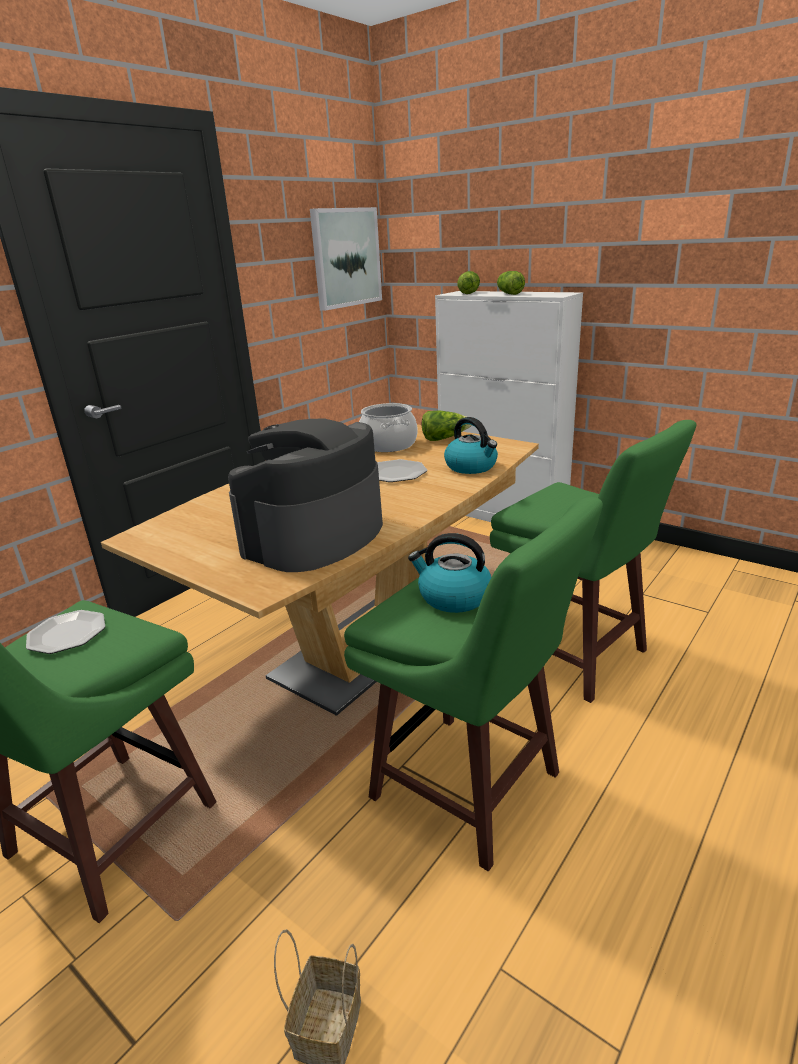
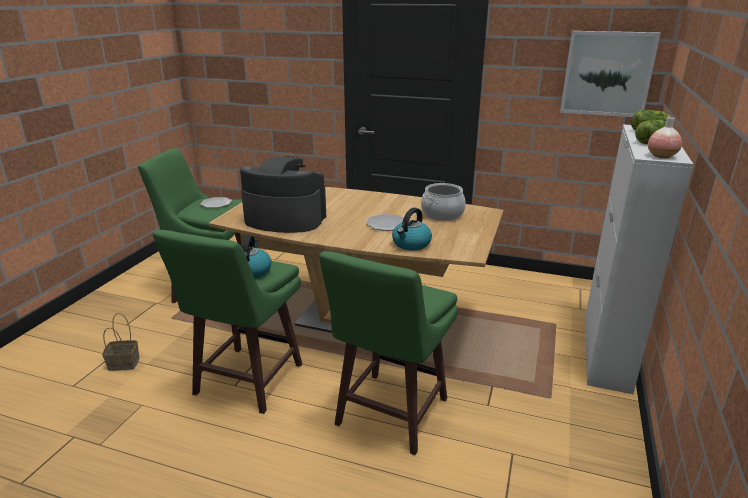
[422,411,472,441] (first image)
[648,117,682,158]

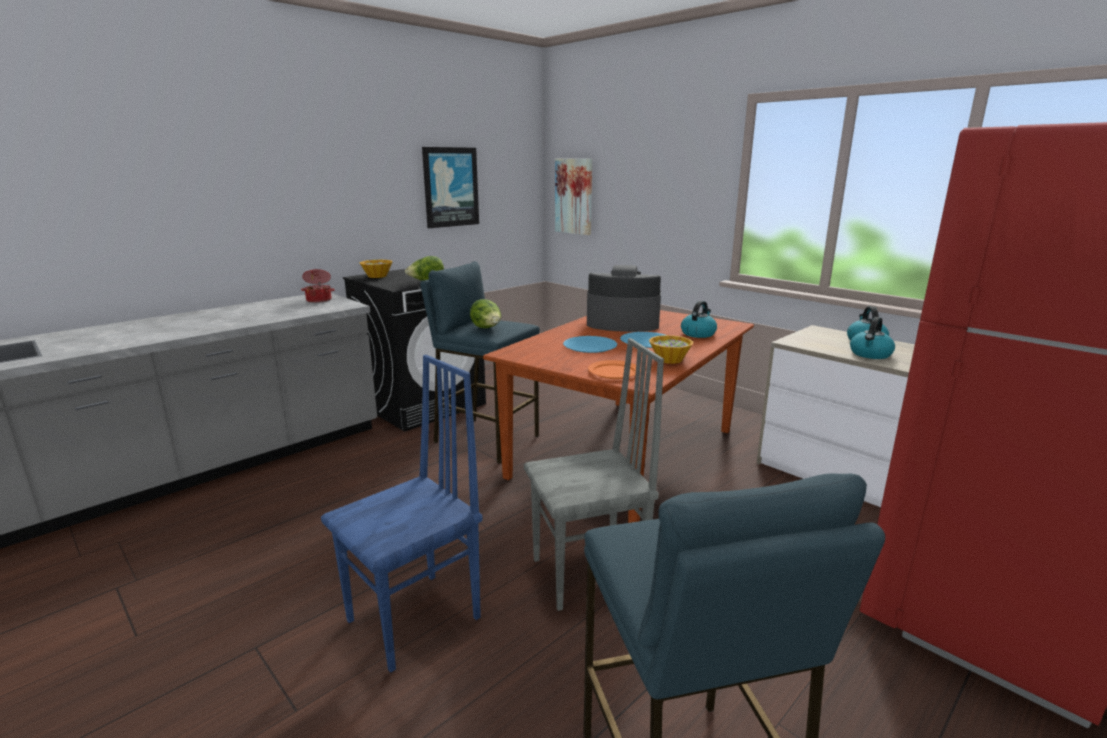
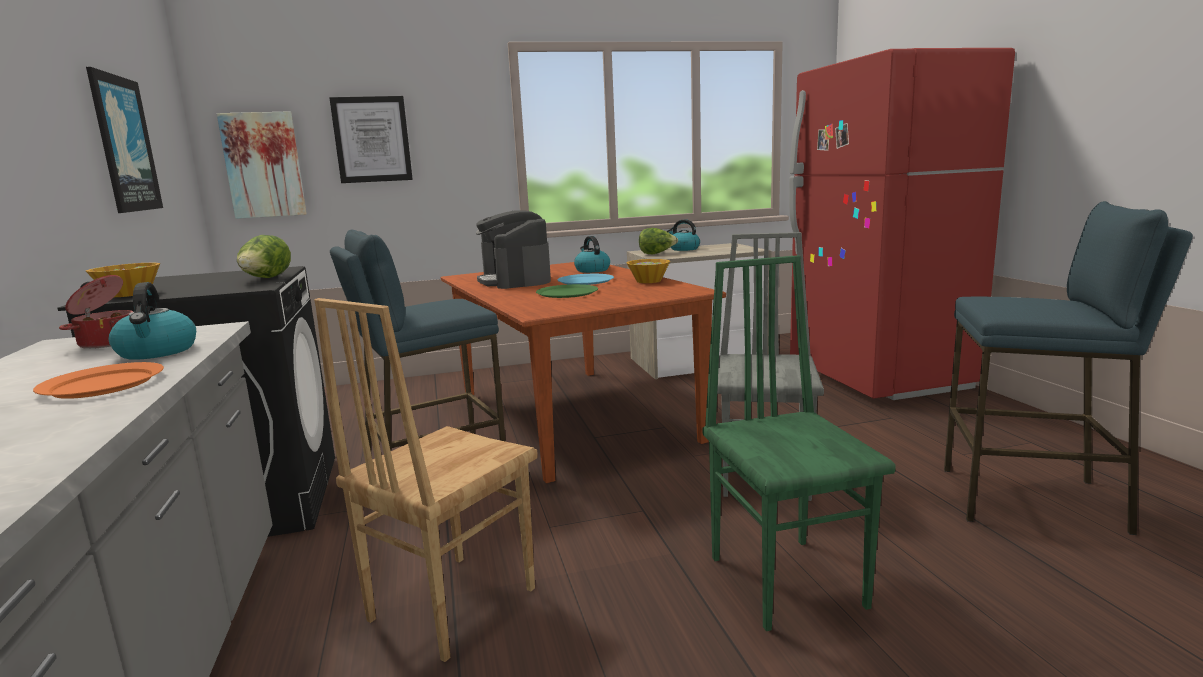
[314,298,538,662]
[329,96,413,183]
[639,228,678,254]
[33,362,164,399]
[108,282,196,360]
[703,255,896,631]
[536,284,598,298]
[476,210,551,289]

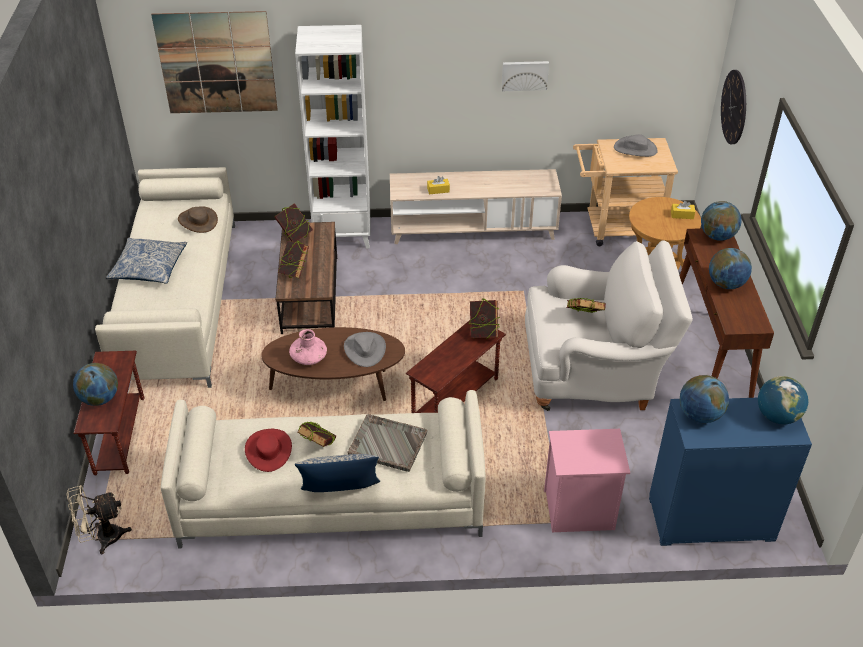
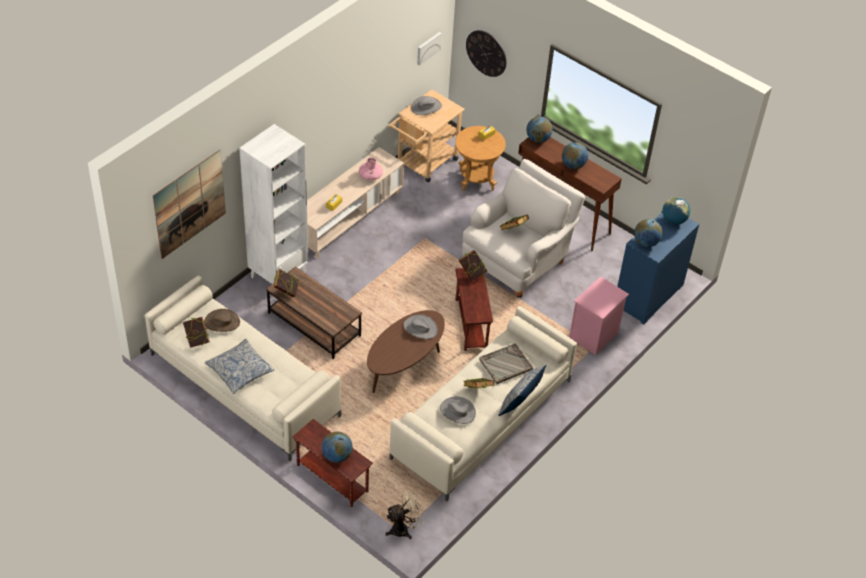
[183,317,210,348]
[359,157,383,180]
[417,32,442,66]
[440,396,476,424]
[385,490,424,539]

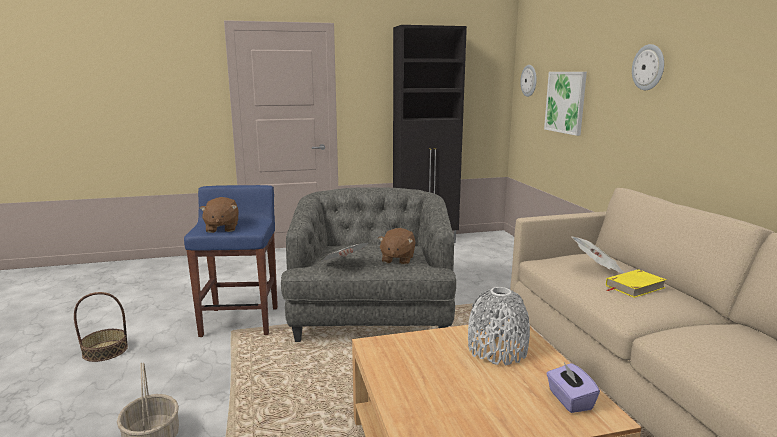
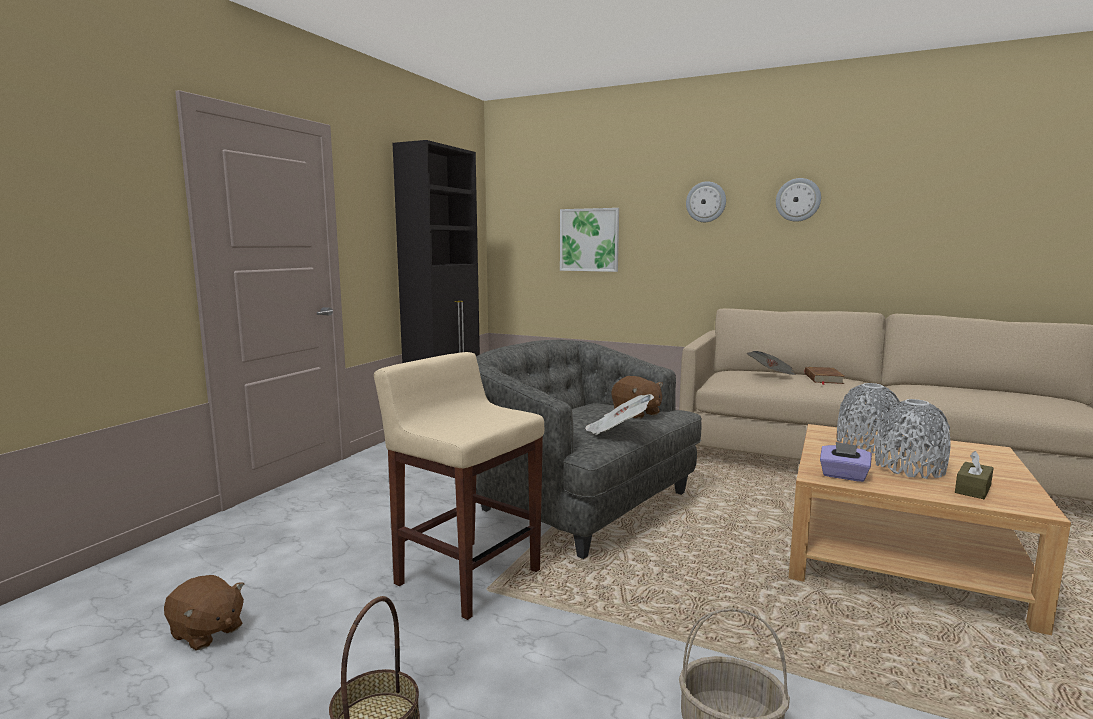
[875,399,950,479]
[955,451,993,499]
[164,575,244,651]
[776,178,821,222]
[820,442,872,482]
[374,352,544,620]
[805,367,845,385]

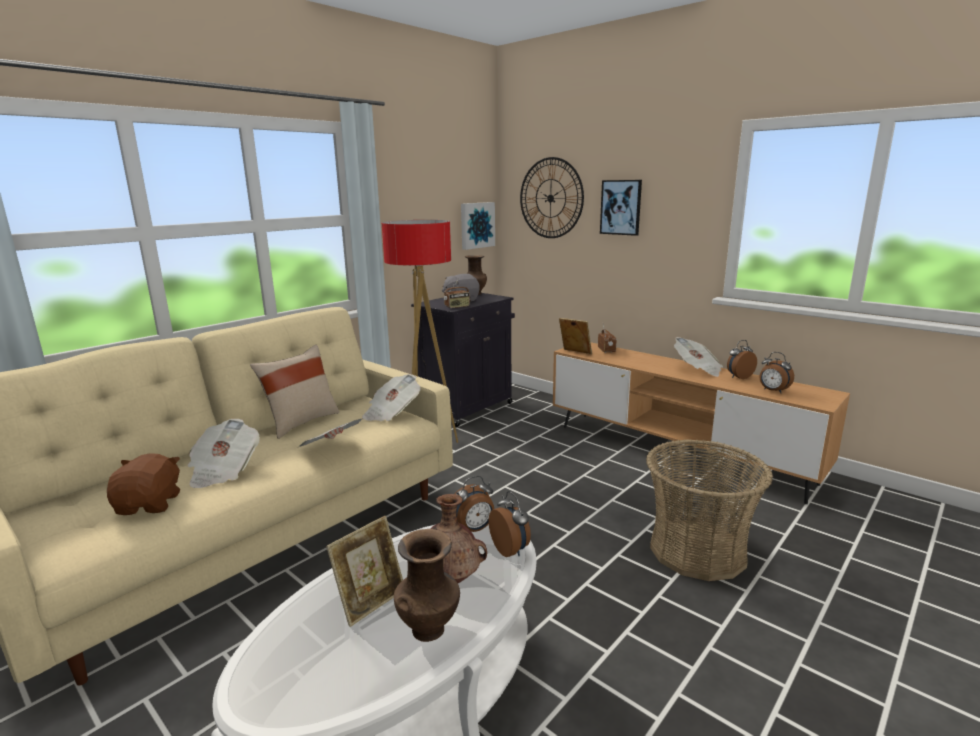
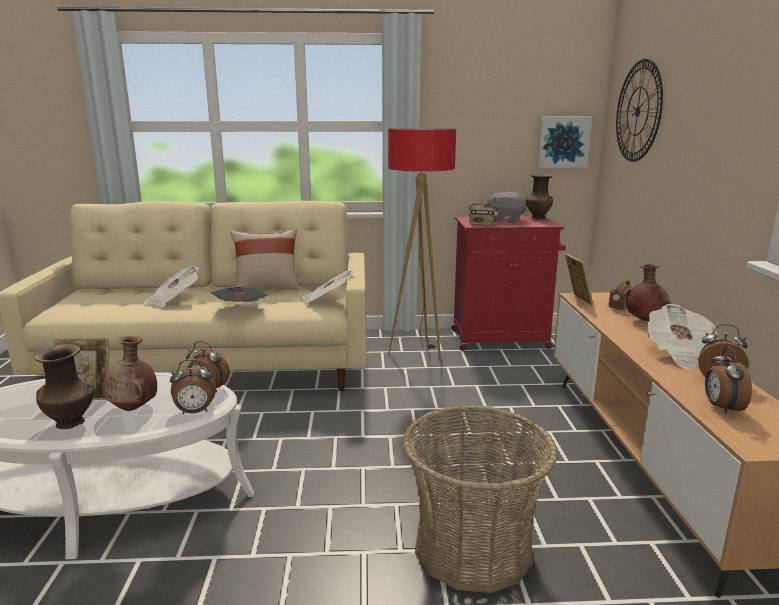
[107,453,180,515] (first image)
[600,180,642,236] (first image)
[626,263,671,321]
[451,216,566,351]
[170,359,216,414]

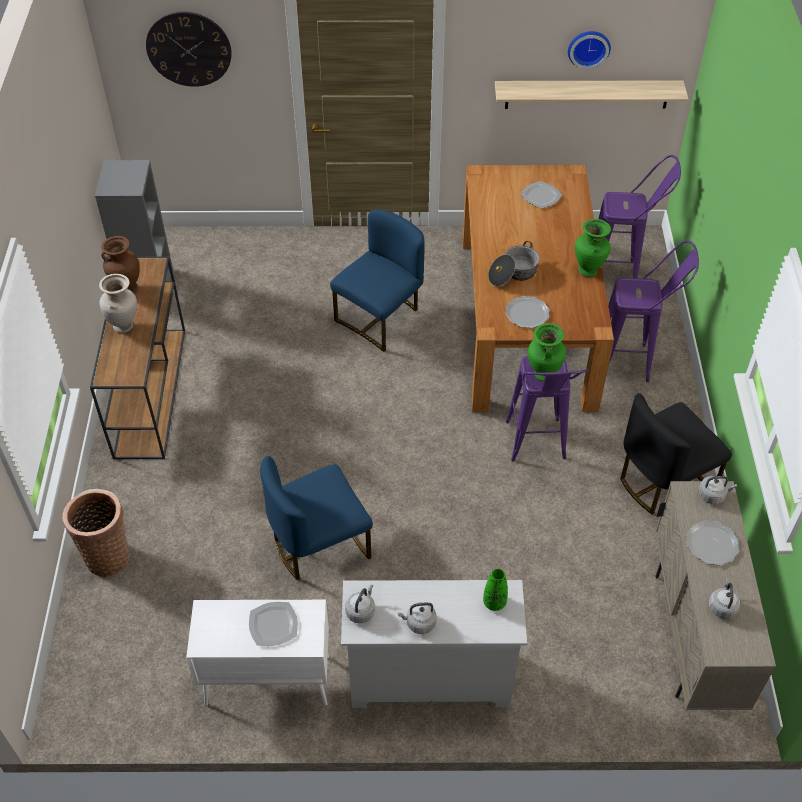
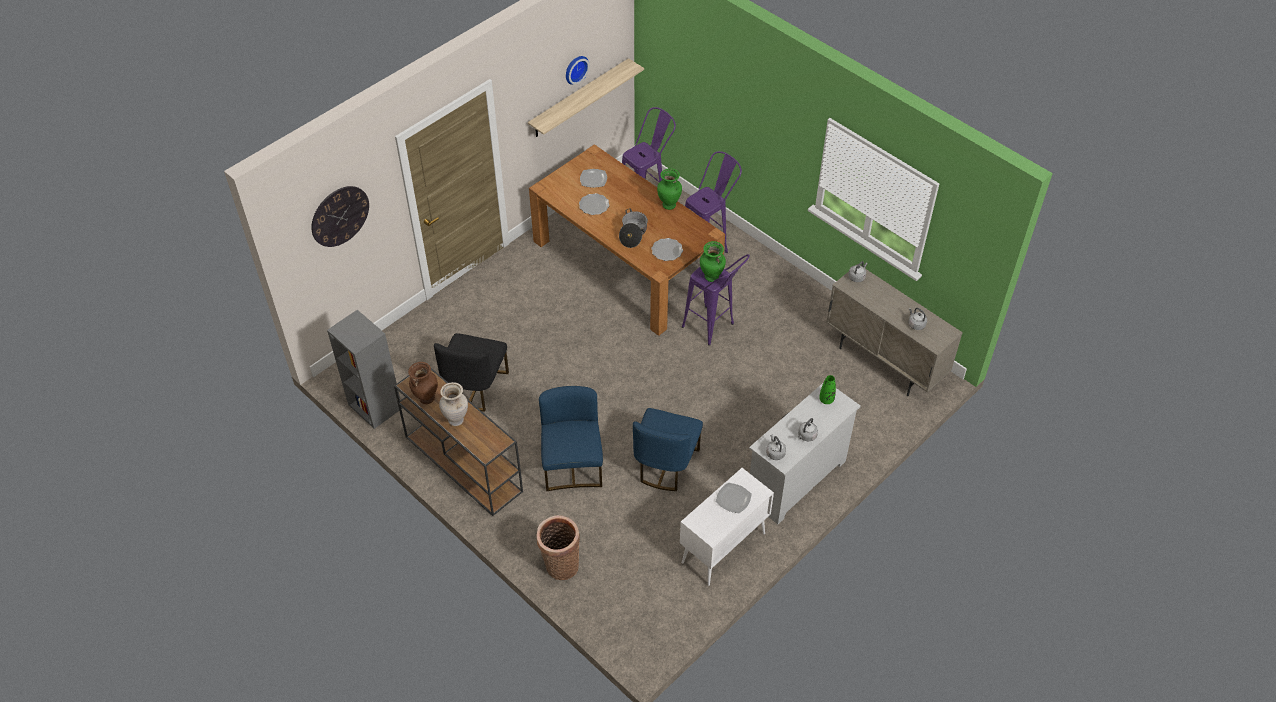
[539,386,603,491]
[434,333,509,411]
[579,193,610,215]

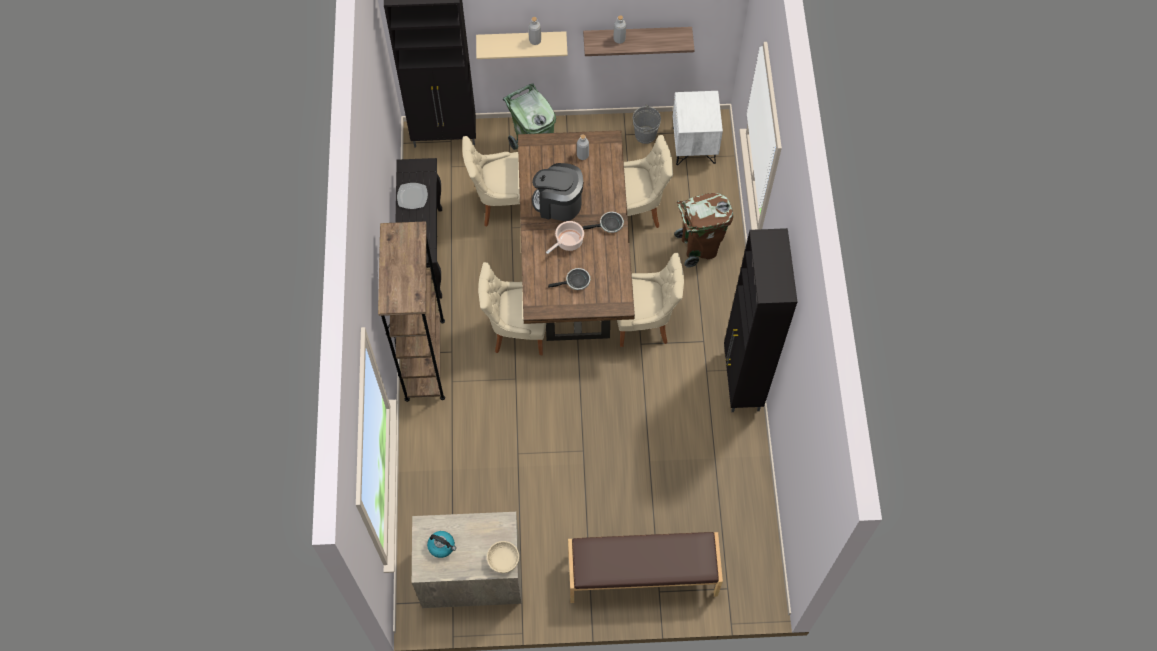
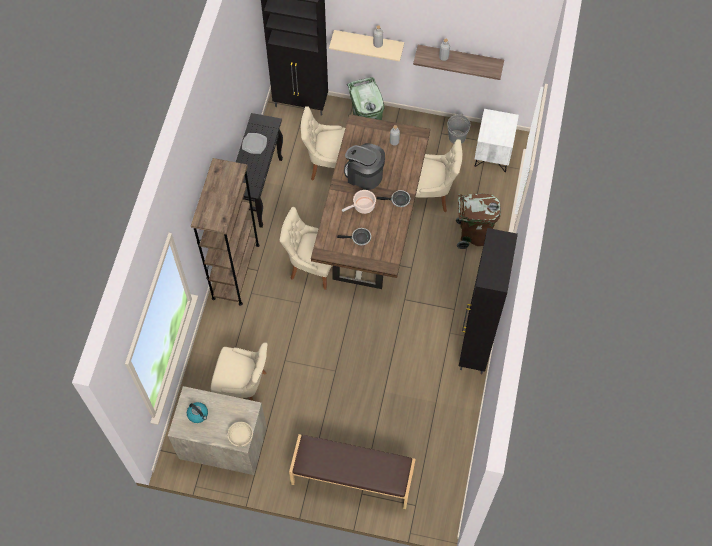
[211,342,268,401]

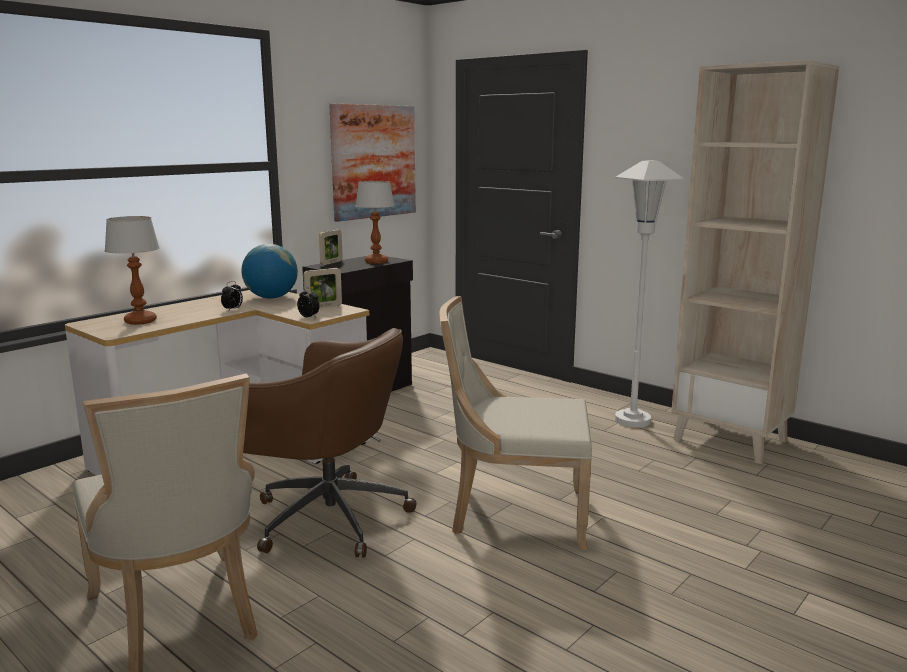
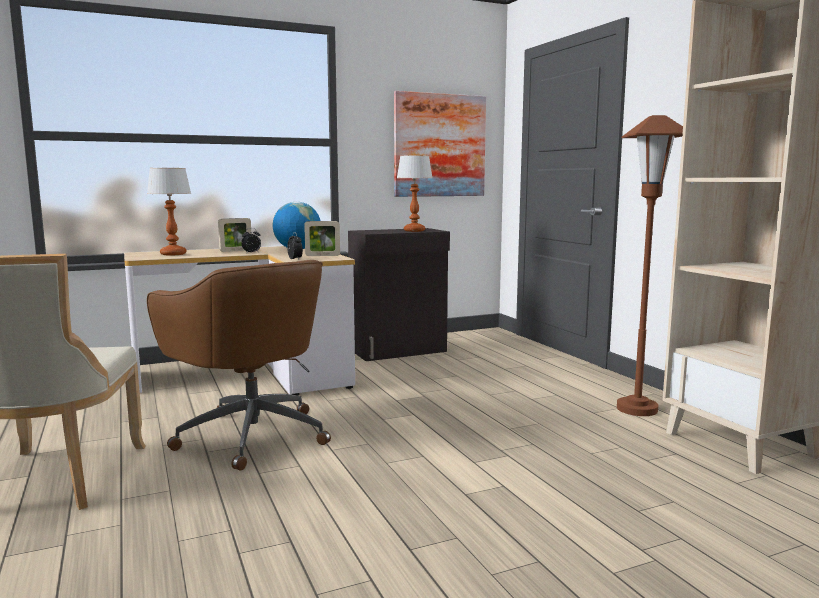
[440,296,592,550] (first image)
[218,218,251,252]
[617,115,683,416]

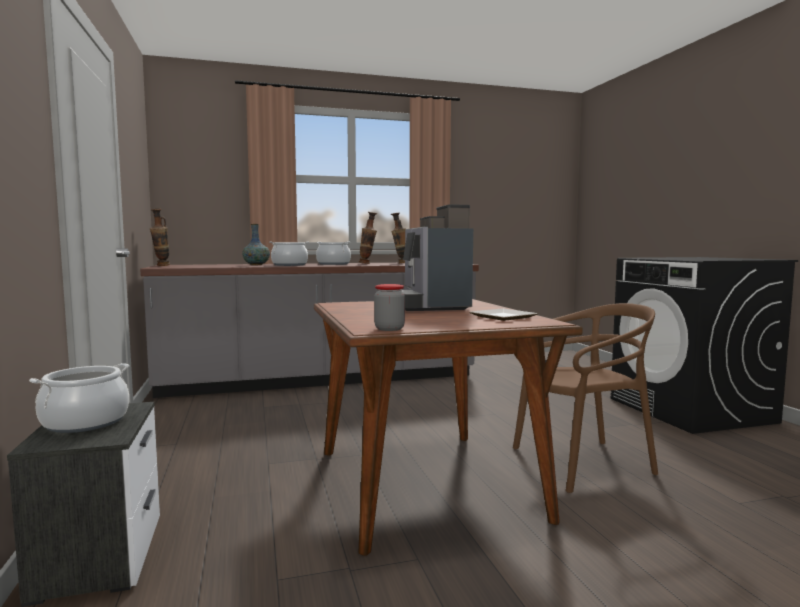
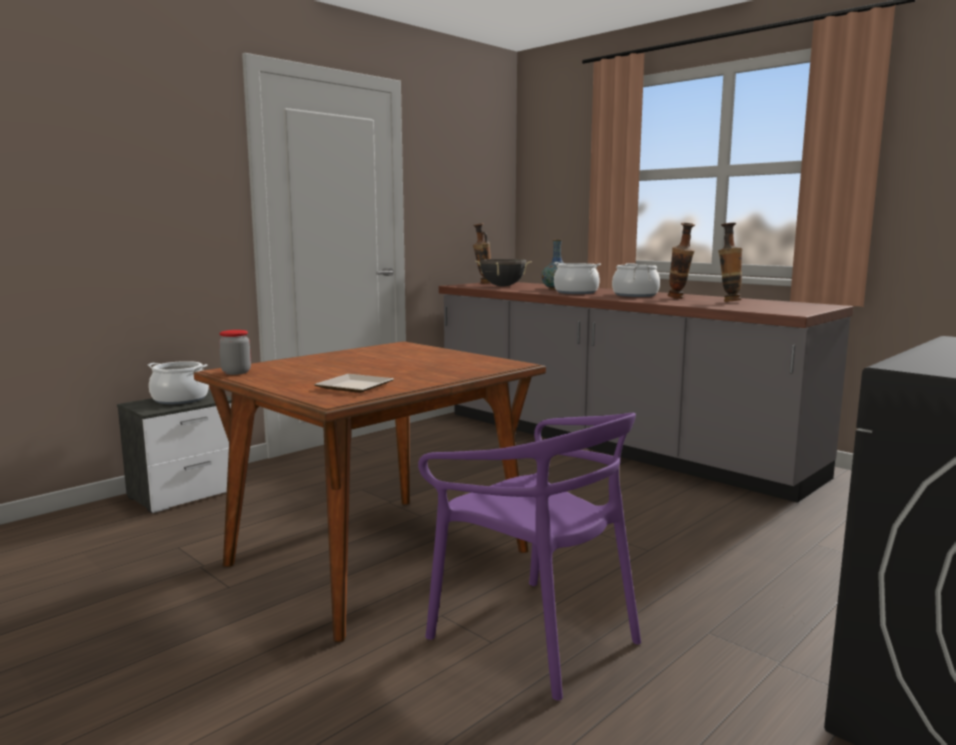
[402,205,473,311] (first image)
[475,259,532,286]
[418,413,641,701]

